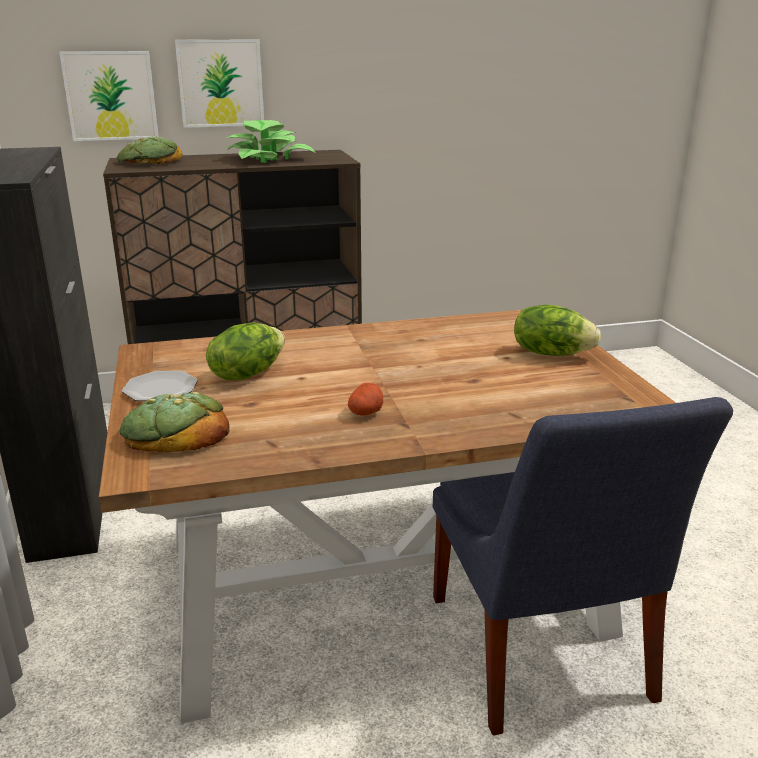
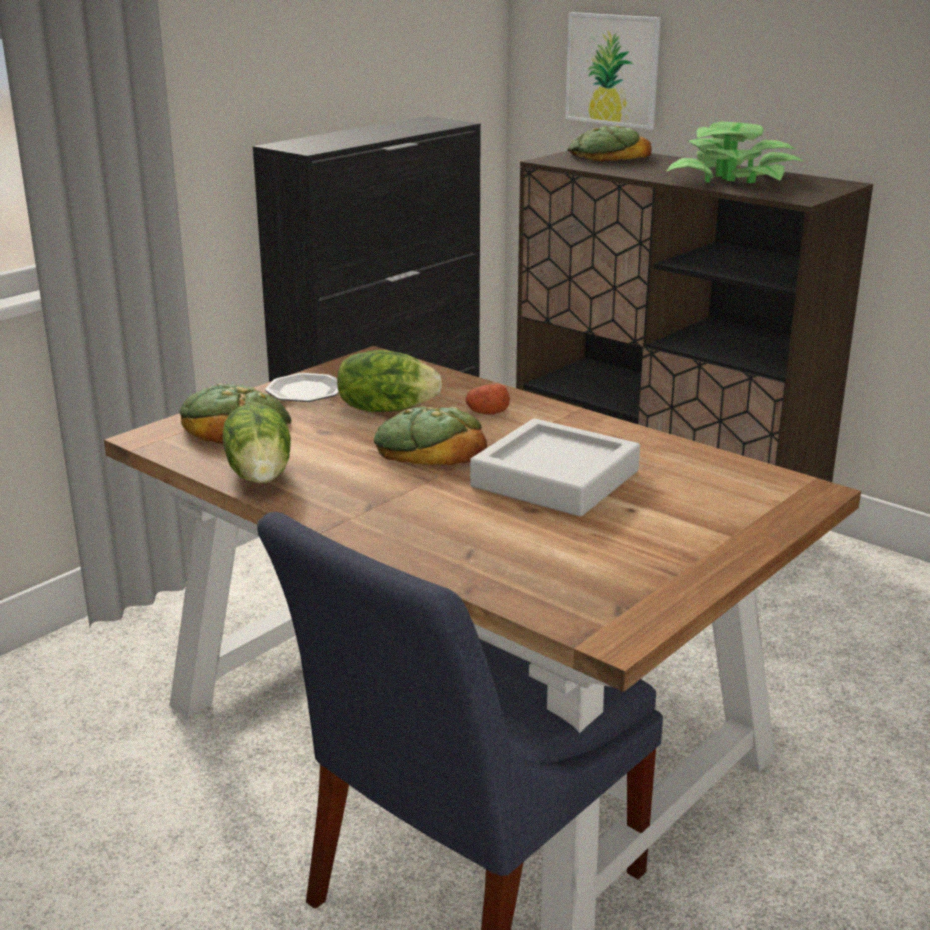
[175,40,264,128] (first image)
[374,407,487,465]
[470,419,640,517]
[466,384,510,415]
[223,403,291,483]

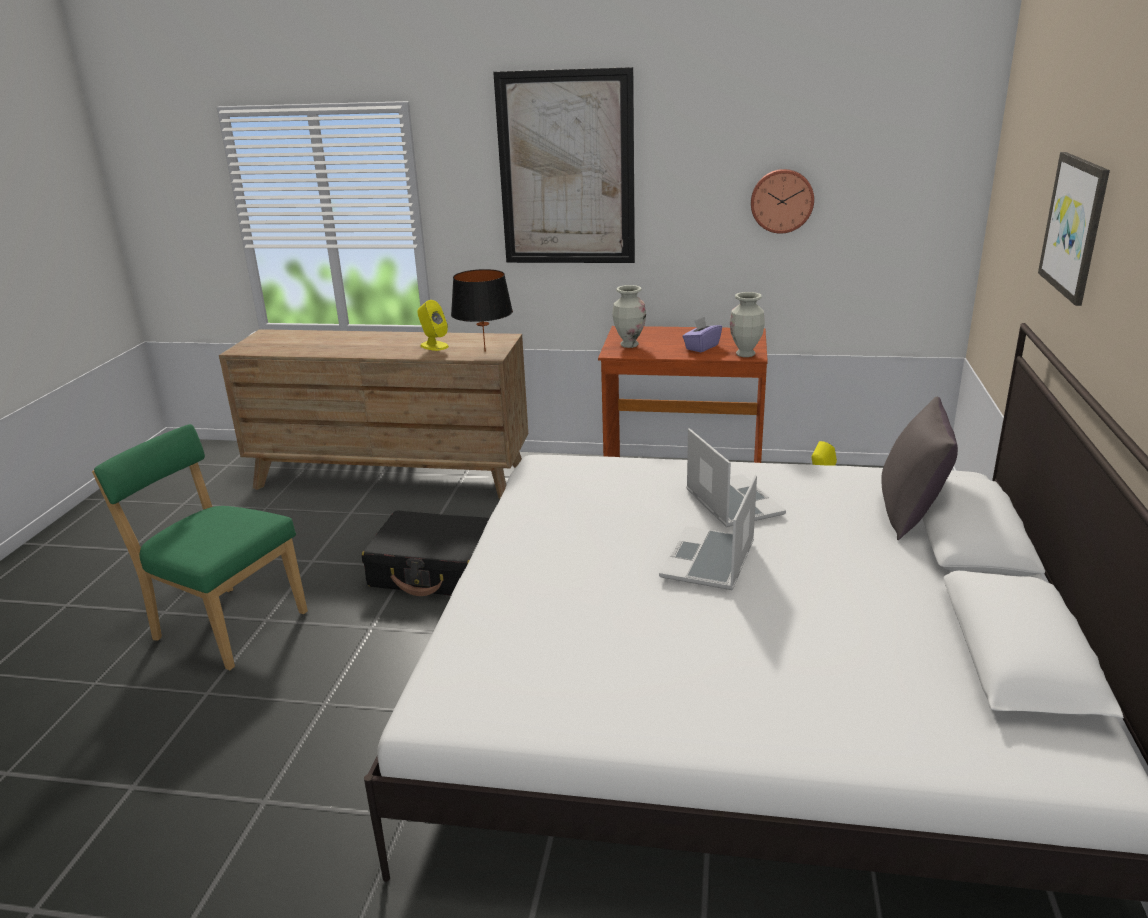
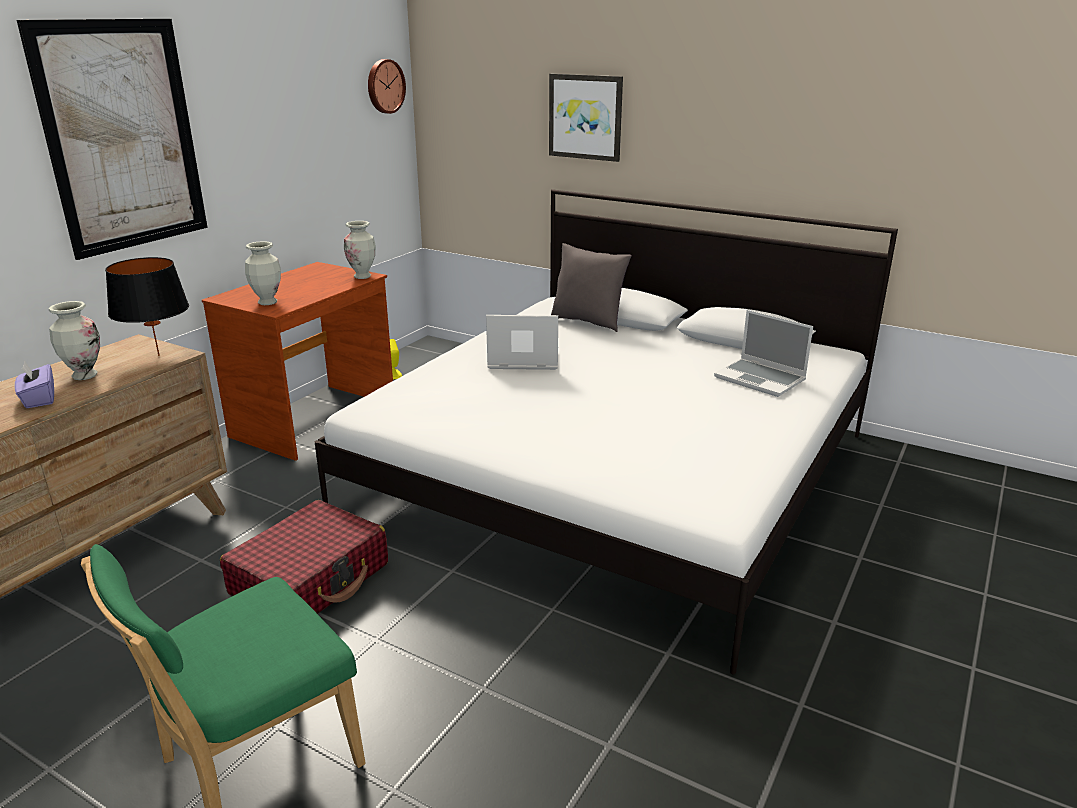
[714,310,813,397]
[15,361,54,408]
[368,59,406,114]
[49,301,100,380]
[220,500,388,614]

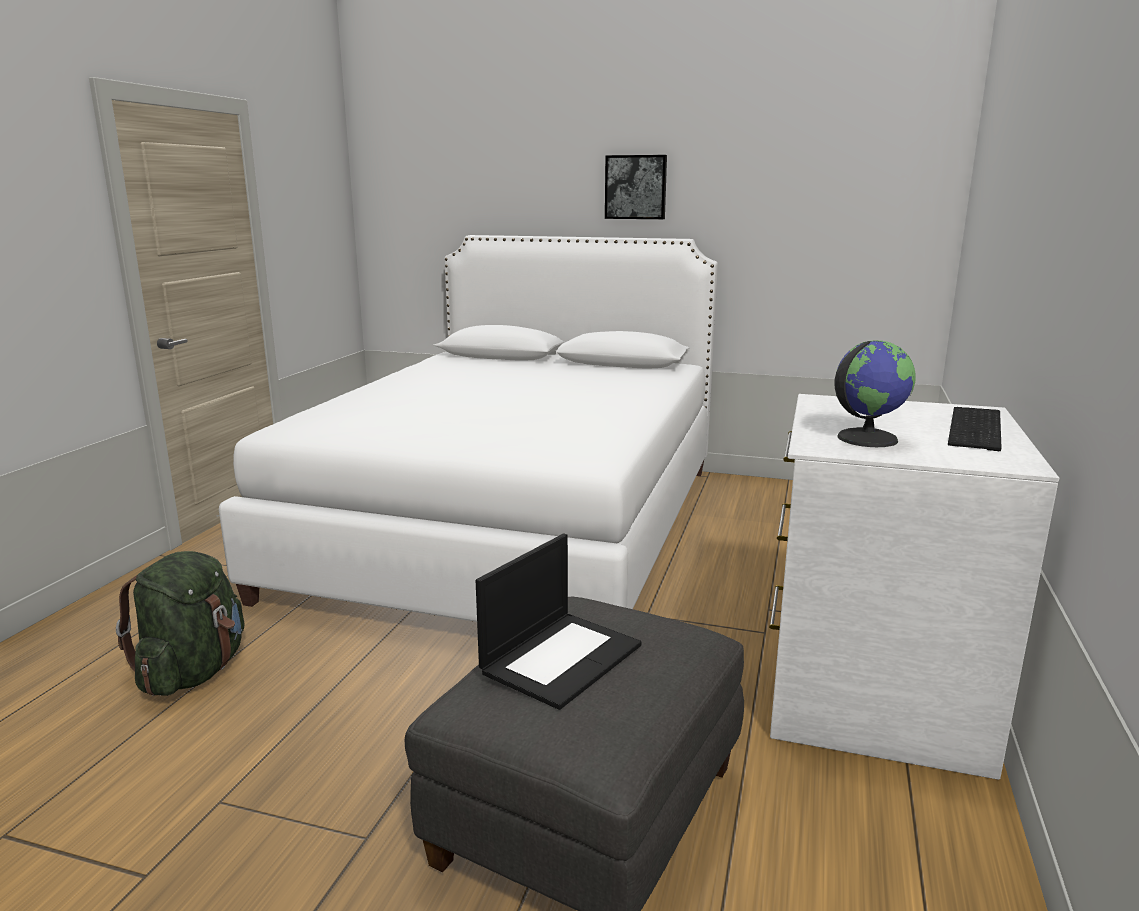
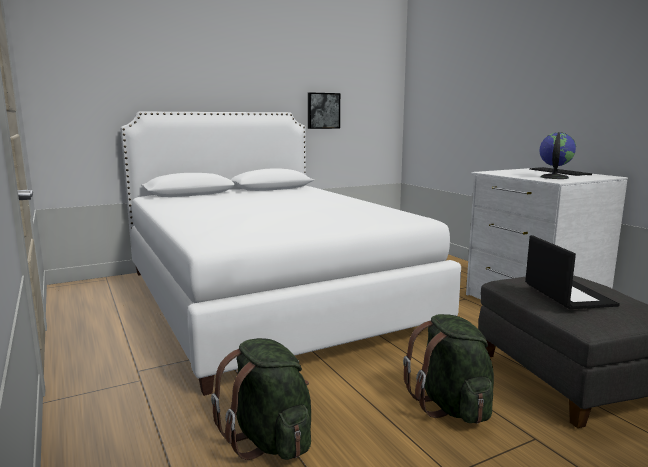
[403,314,494,424]
[308,92,340,129]

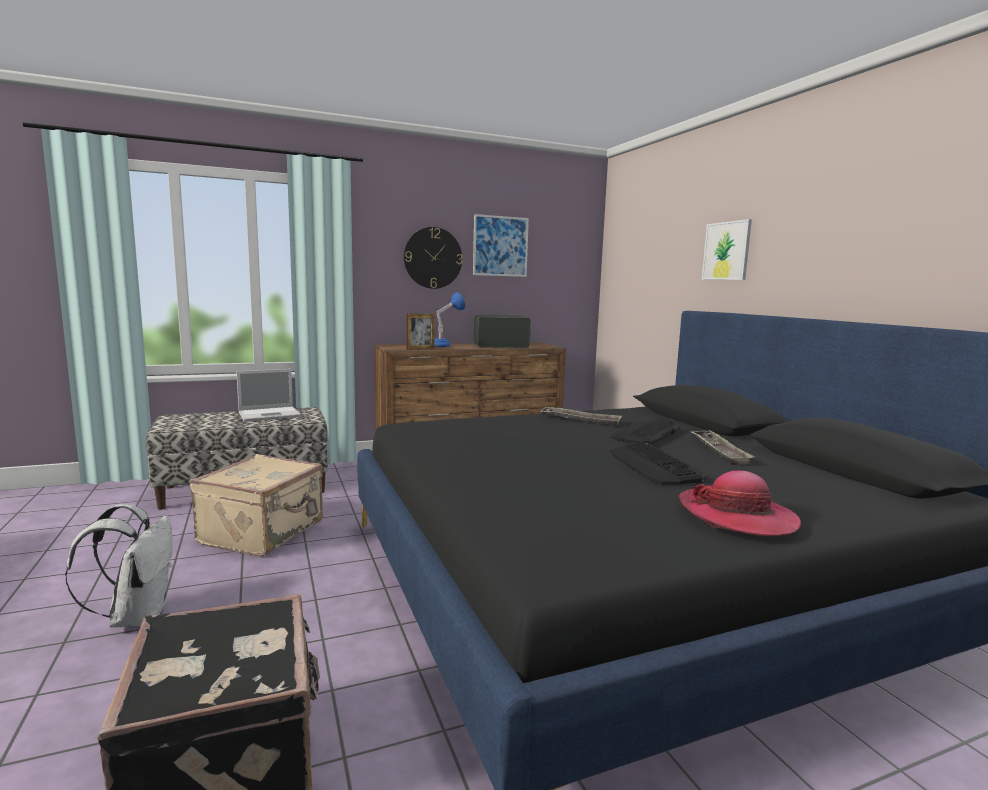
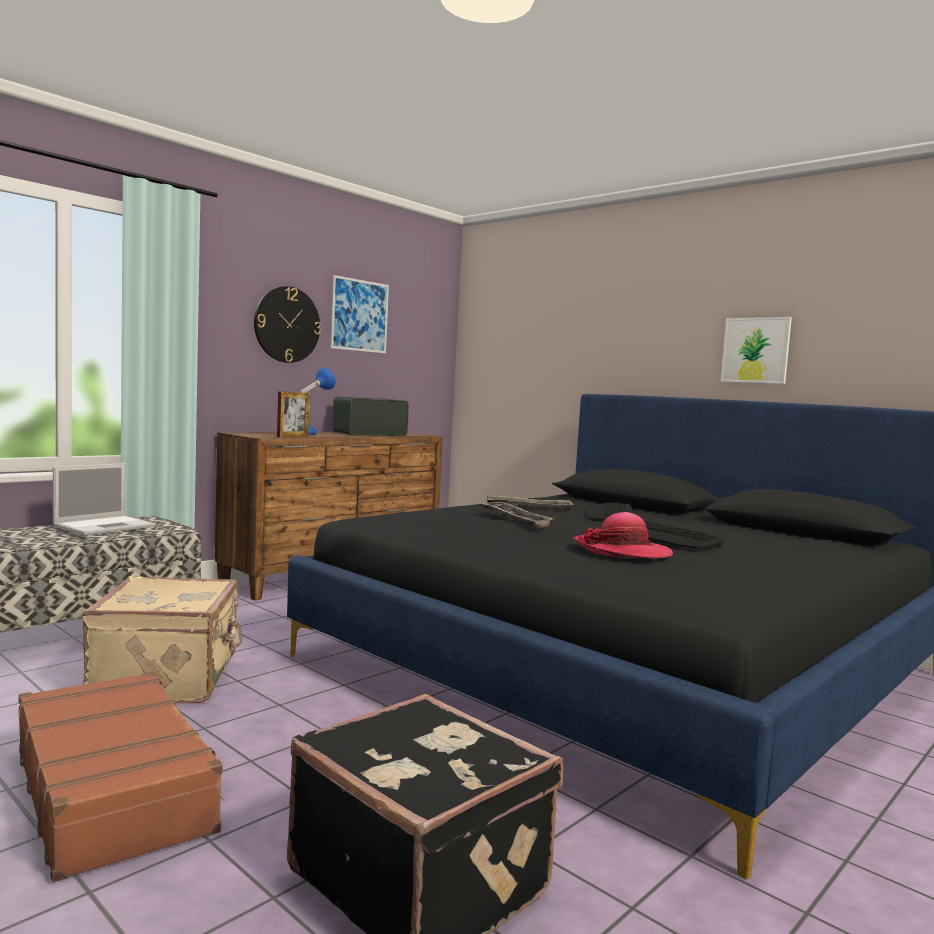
[573,512,673,559]
[482,502,554,528]
[721,317,792,384]
[19,672,225,882]

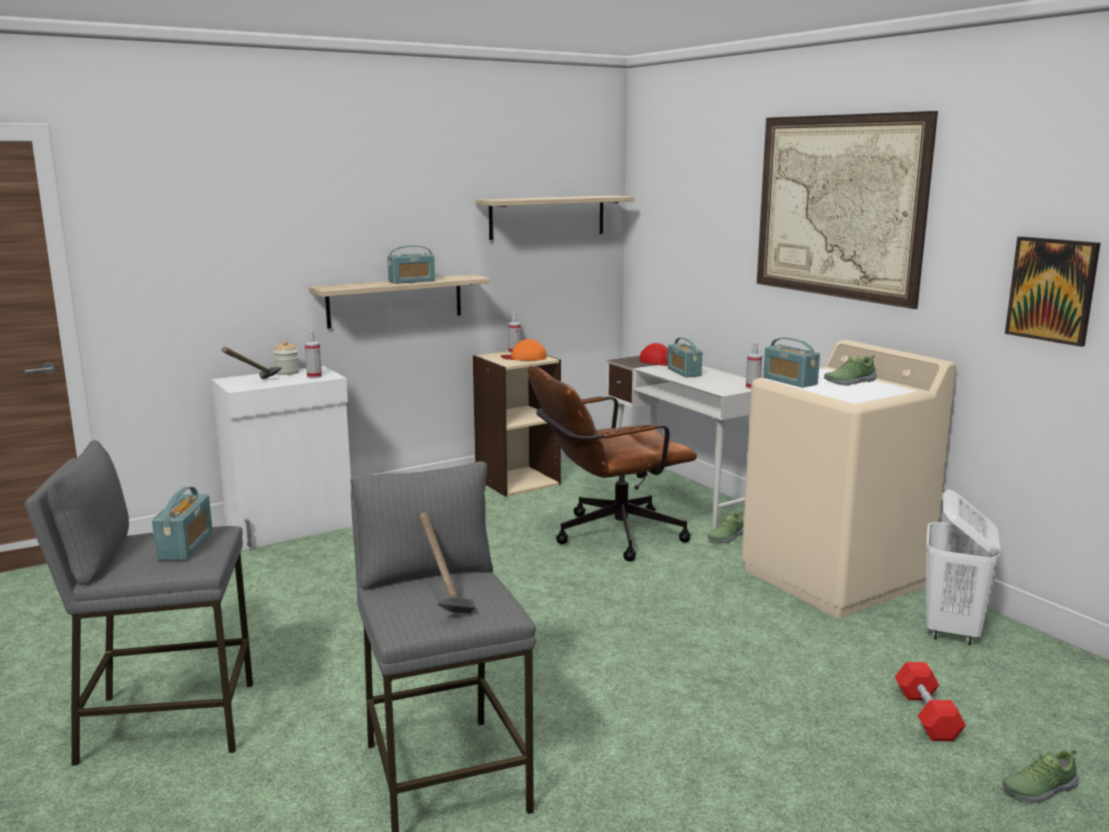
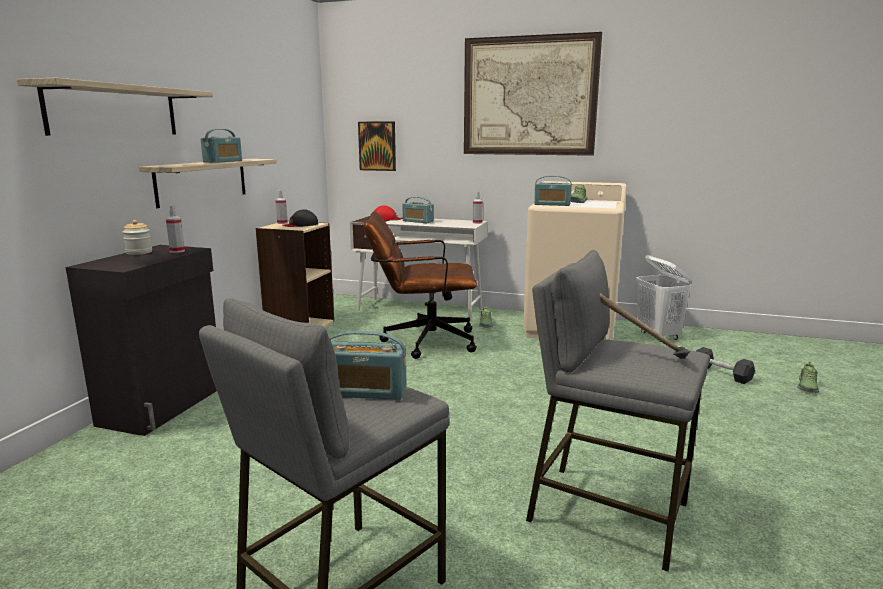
[222,347,282,379] (first image)
[17,78,213,136]
[358,121,396,171]
[66,245,217,436]
[283,209,318,227]
[697,347,755,384]
[330,331,407,400]
[364,211,477,359]

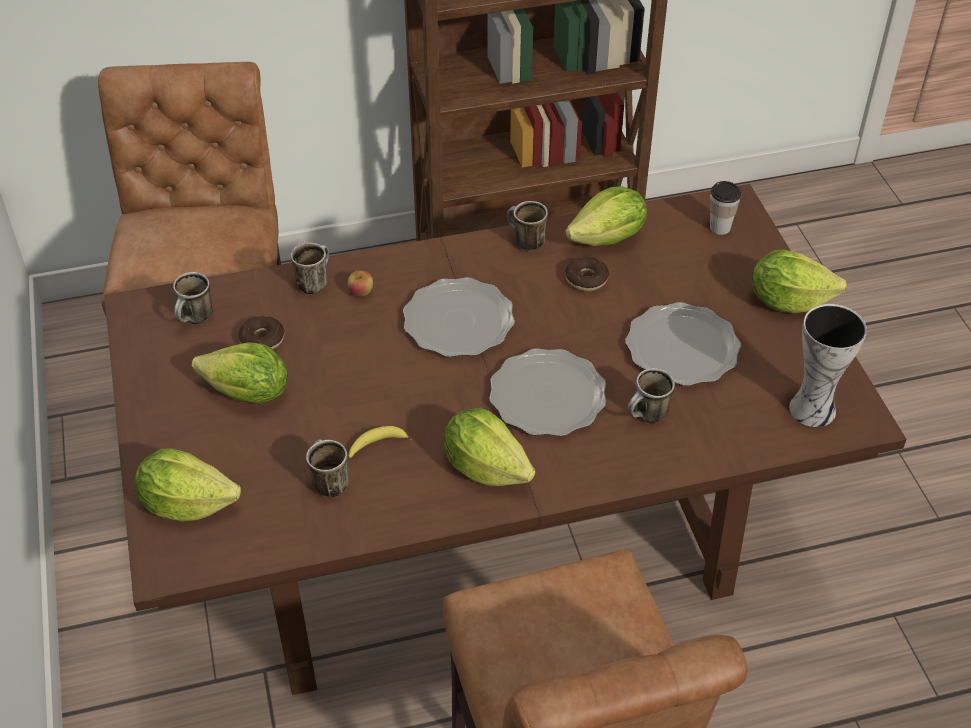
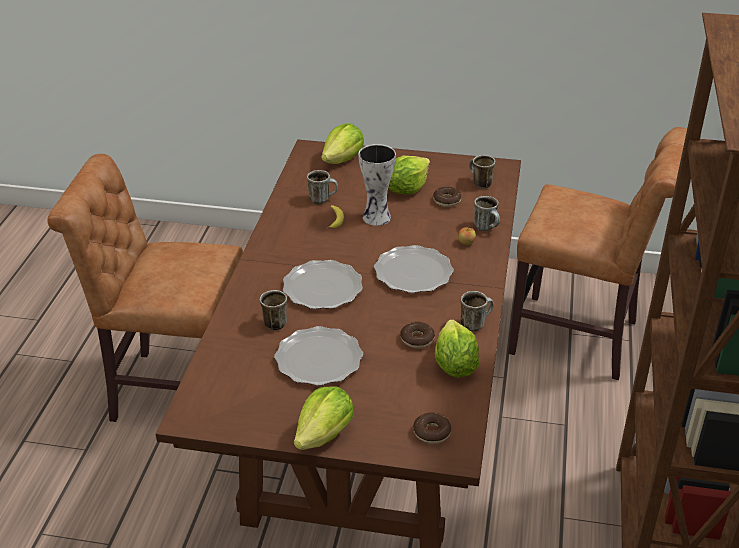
[444,408,535,486] (first image)
[358,144,396,226]
[413,413,451,444]

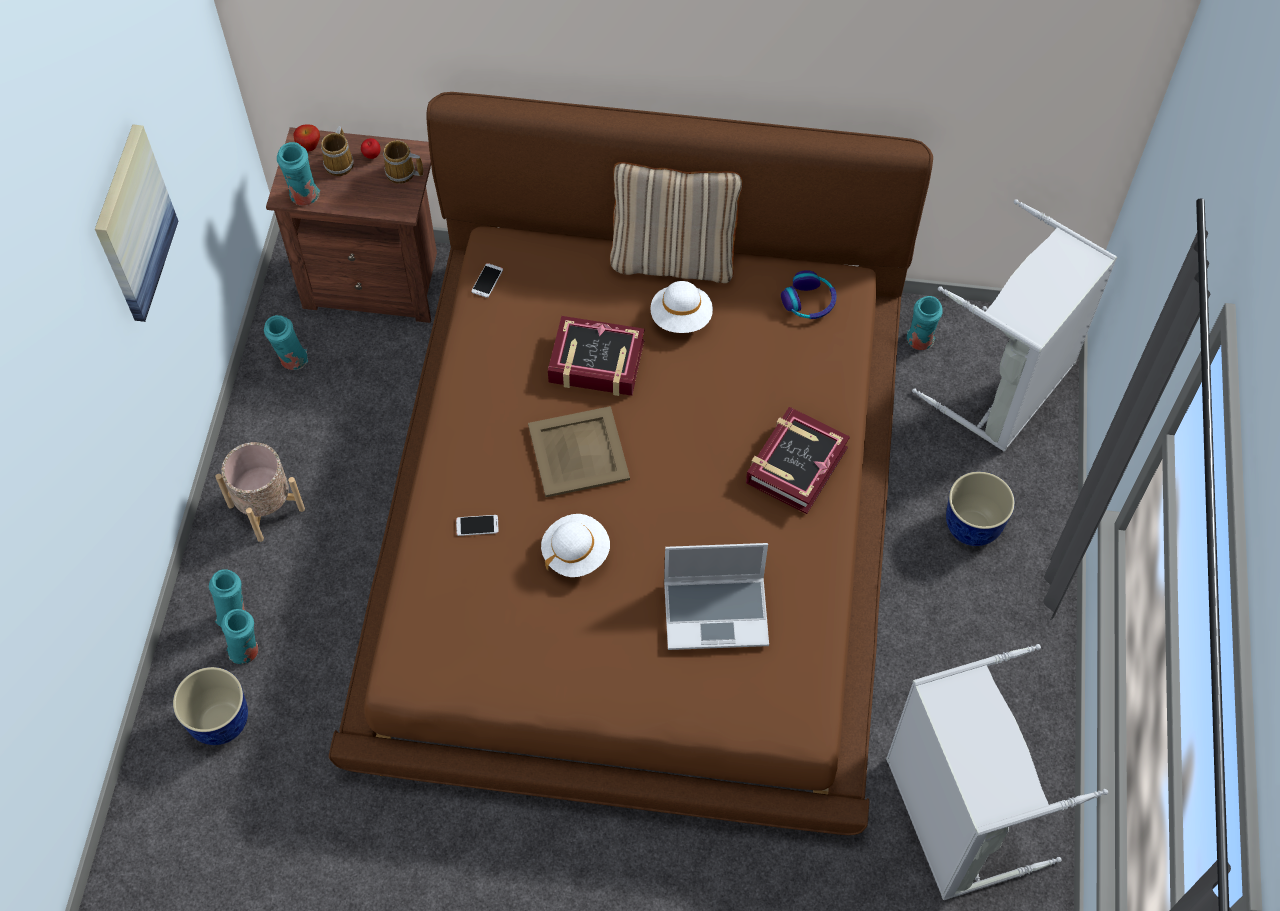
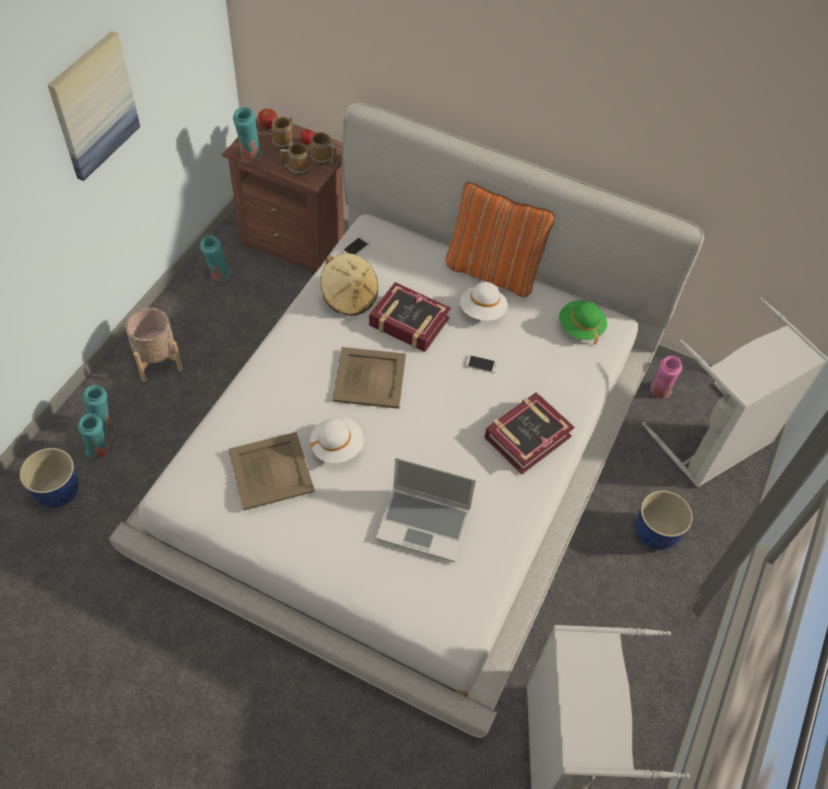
[228,432,315,510]
[280,143,310,176]
[320,253,378,316]
[465,355,498,373]
[559,300,607,345]
[109,103,704,738]
[445,182,555,298]
[651,356,682,399]

